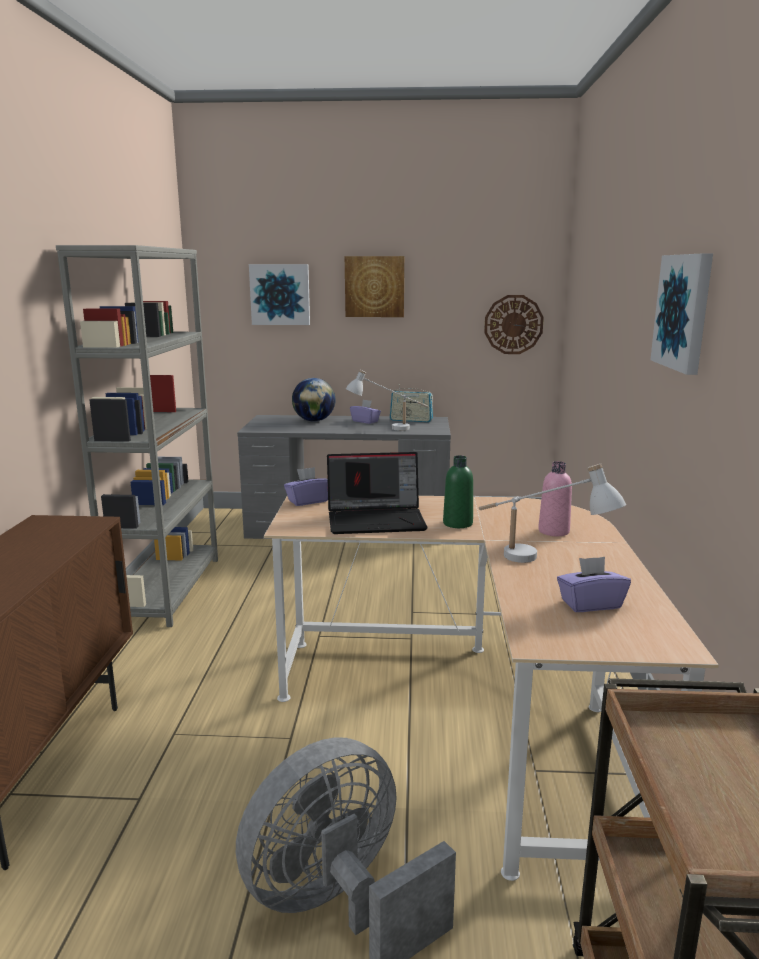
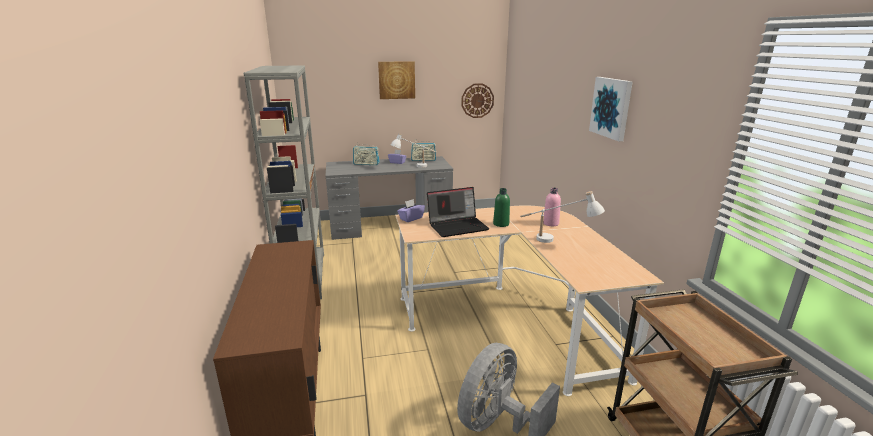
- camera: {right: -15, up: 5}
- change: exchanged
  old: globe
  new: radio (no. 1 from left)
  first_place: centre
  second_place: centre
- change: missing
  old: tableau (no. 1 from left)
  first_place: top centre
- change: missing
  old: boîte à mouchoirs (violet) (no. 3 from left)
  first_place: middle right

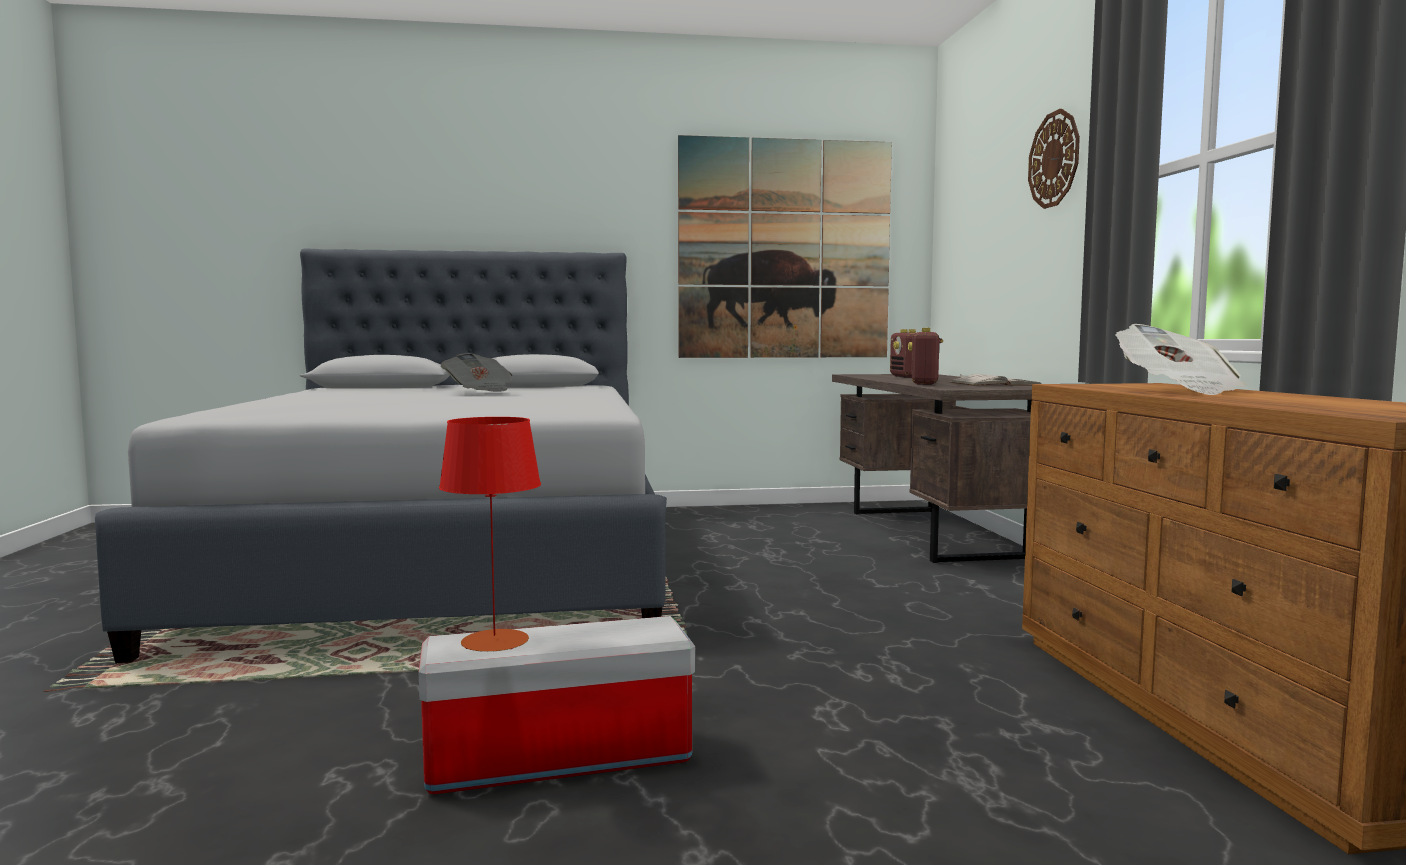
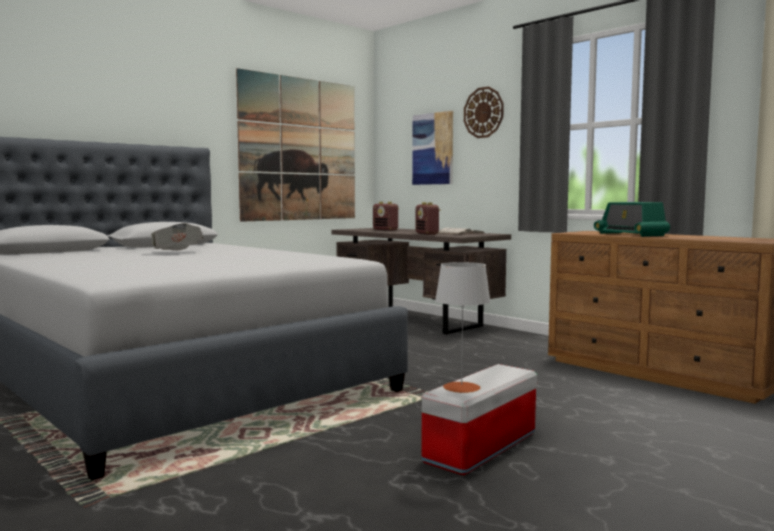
- camera: {right: -35, up: 0}
- change: appeared
  new: tableau (no. 2 from left)
  second_place: top centre
- change: colour
  old: lampe de table (rouge)
  new: lampe de table (gris)
  first_place: centre
  second_place: centre
- change: exchanged
  old: journal (no. 2 from left)
  new: radio (no. 3 from left)
  first_place: middle right
  second_place: middle right

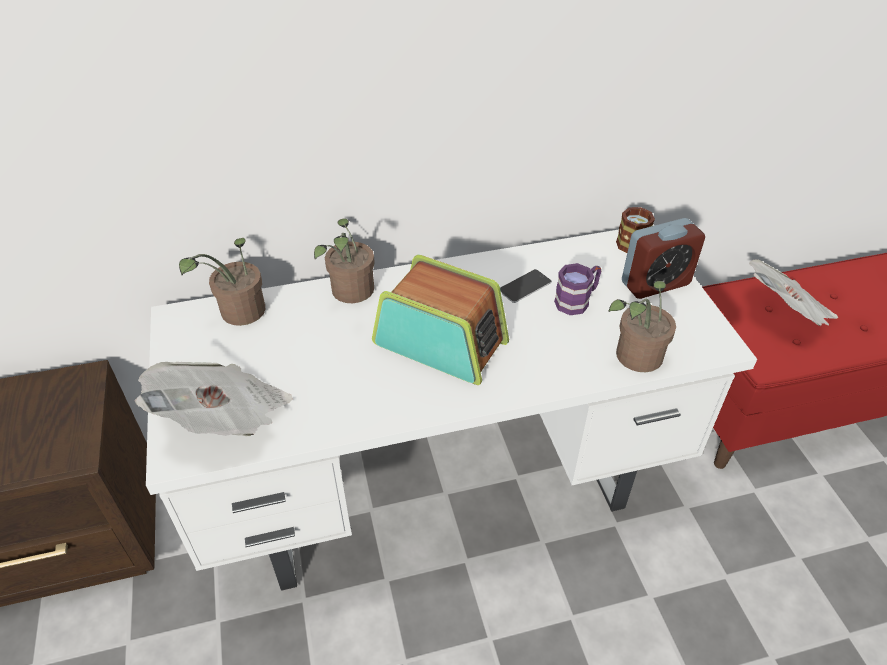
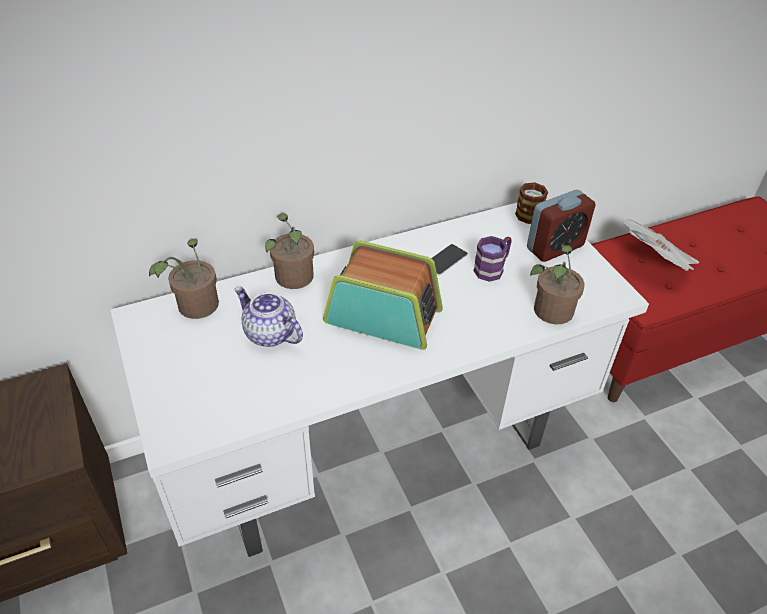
- camera: {right: -10, up: 0}
- change: appeared
  new: théière
  second_place: centre
- change: missing
  old: journal (no. 1 from left)
  first_place: middle left

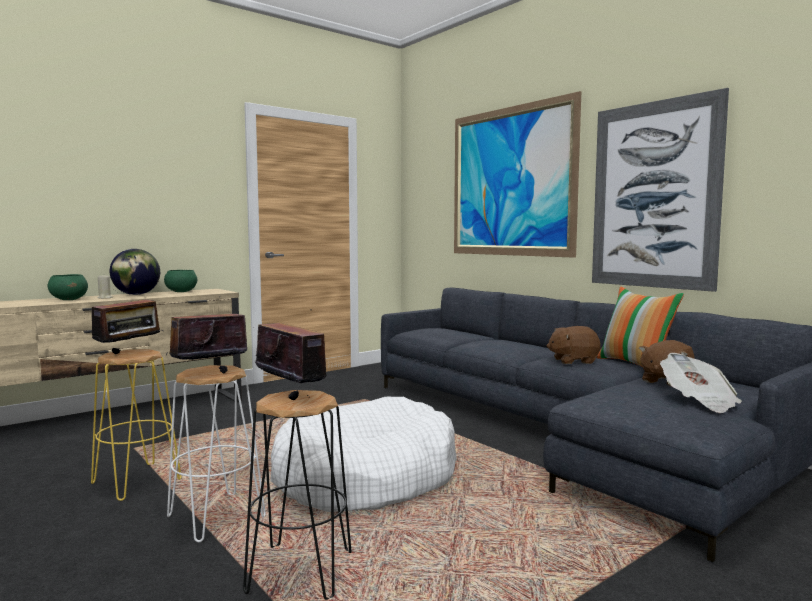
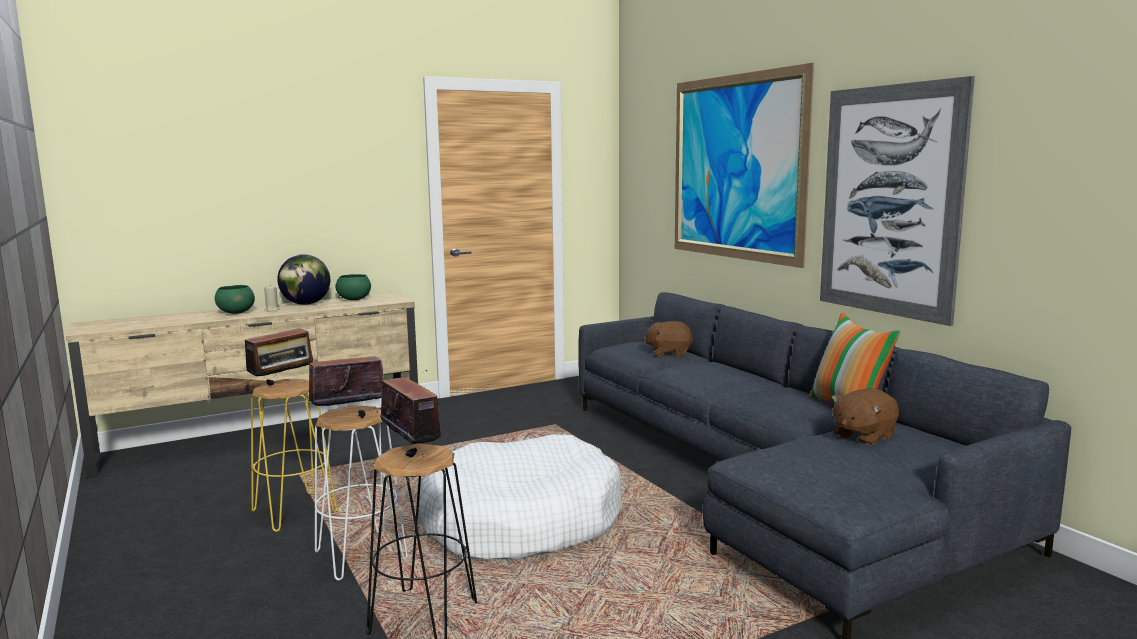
- camera: {right: 10, up: 5}
- change: relocated
  old: peluche (marron) (no. 1 from left)
  first_place: middle right
  second_place: centre
- change: missing
  old: journal
  first_place: middle right

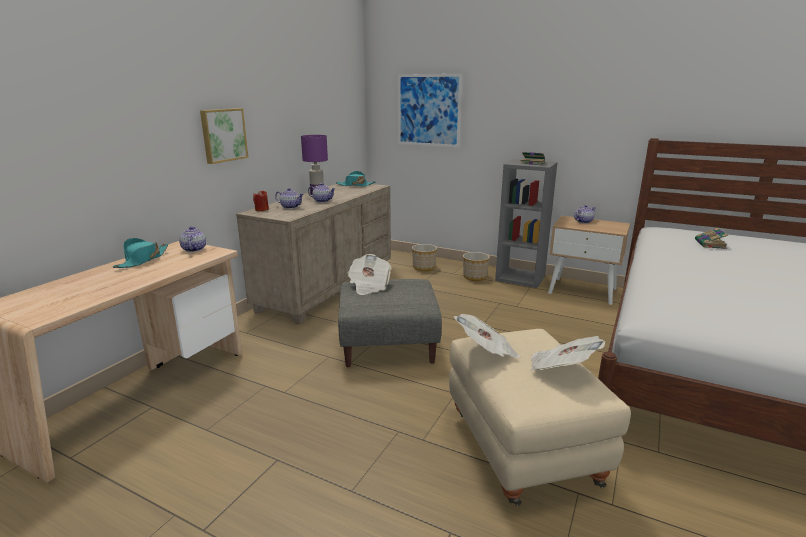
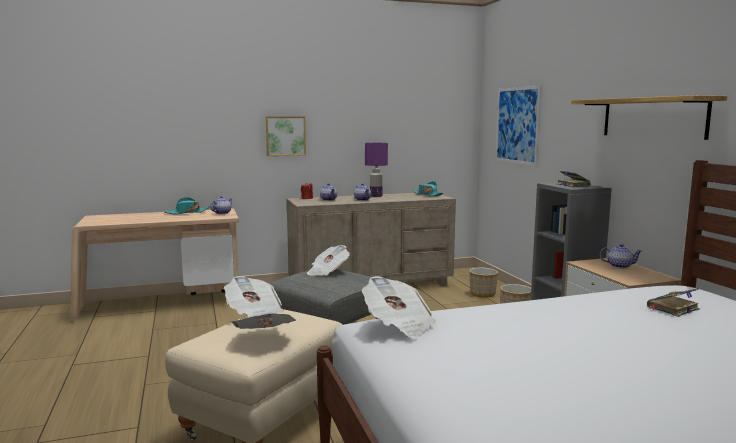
- camera: {right: 45, up: -10}
- change: appeared
  new: journal (no. 4 from left)
  second_place: bottom centre
- change: appeared
  new: étagère
  second_place: top right

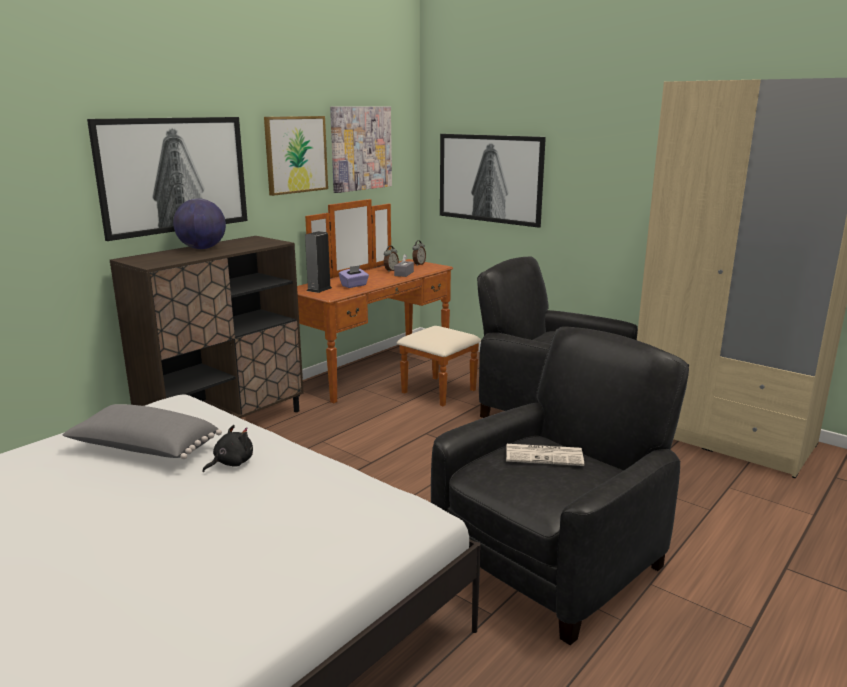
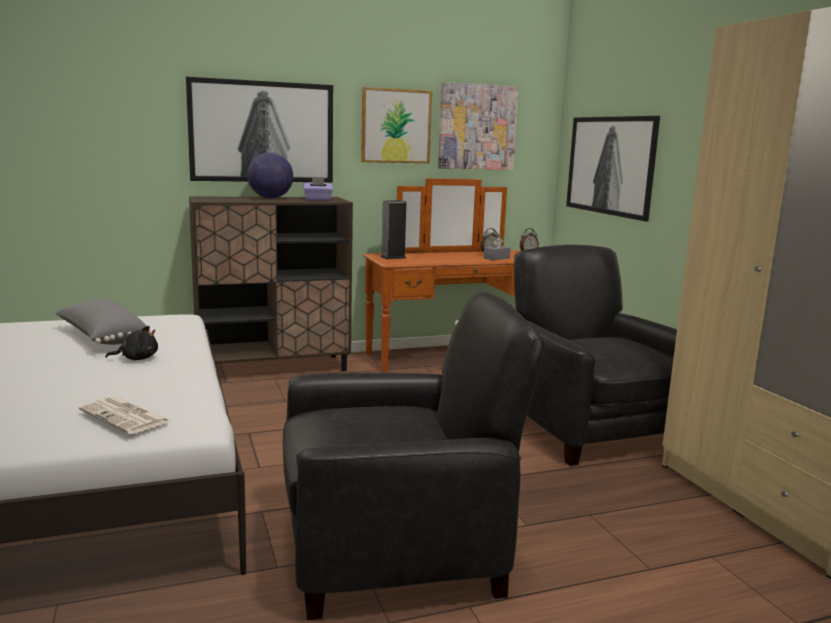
- camera: {right: 30, up: -5}
- change: relocated
  old: journal
  first_place: centre
  second_place: middle left
- change: relocated
  old: boîte à mouchoirs (violet)
  first_place: centre
  second_place: top centre

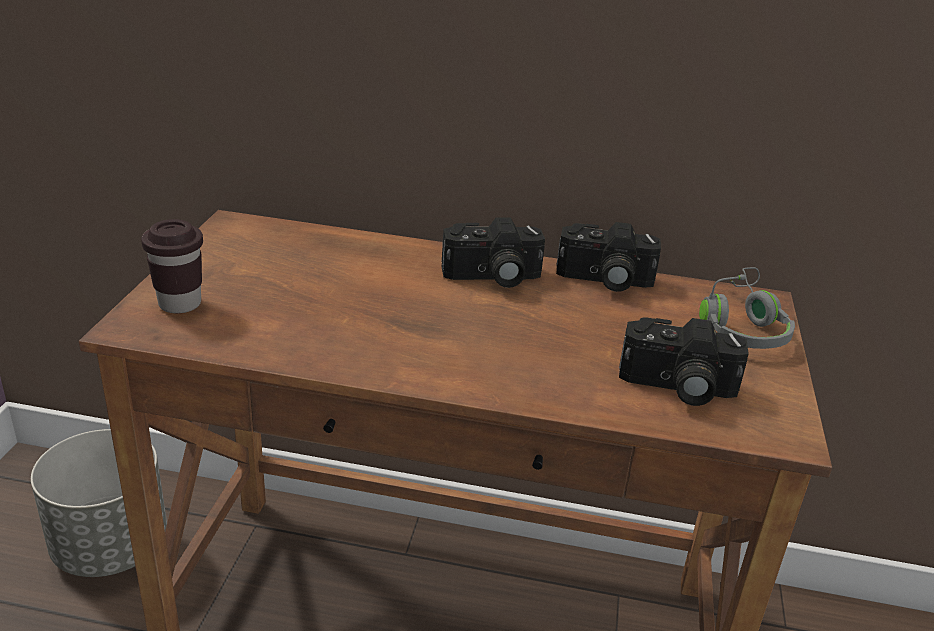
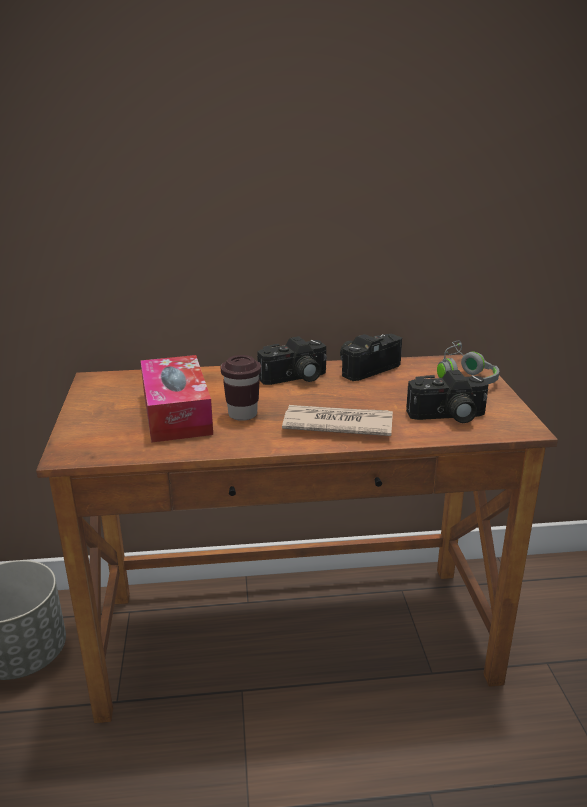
- camera: {right: -15, up: -5}
- change: appeared
  new: boîte à mouchoirs
  second_place: middle left
- change: relocated
  old: tasse (marron)
  first_place: middle left
  second_place: centre
- change: appeared
  new: journal
  second_place: centre
- change: spun
  old: appareil photo (no. 2 from left)
  first_place: centre
  second_place: centre
  degrees: 150

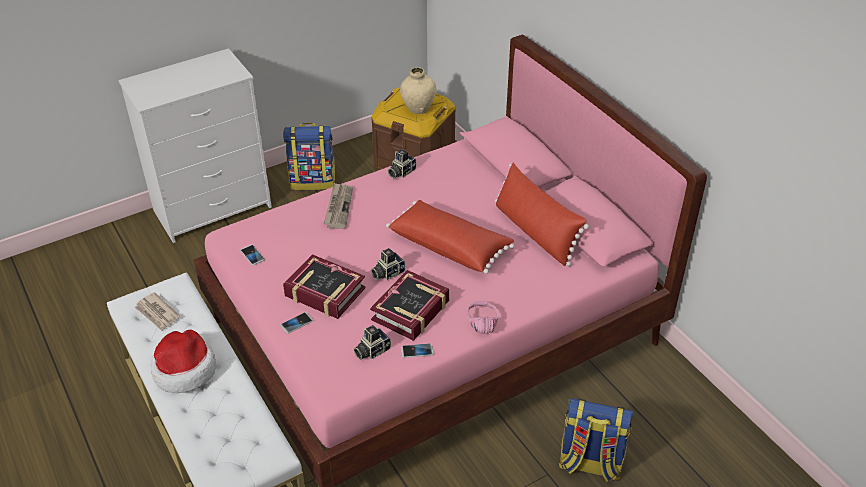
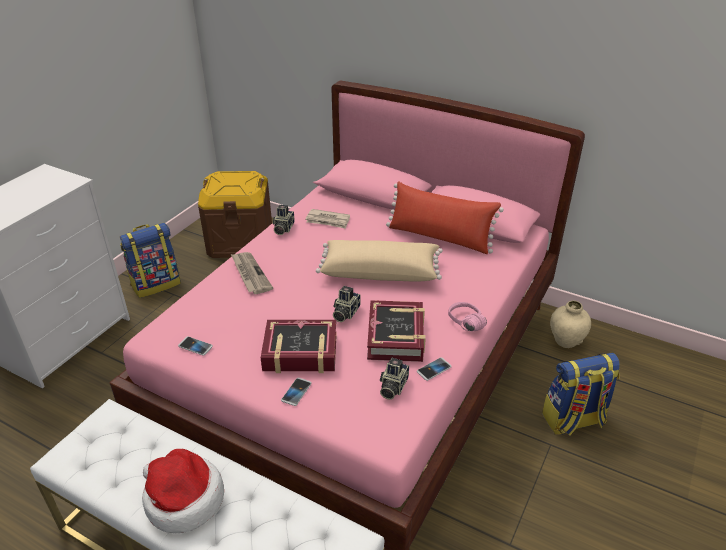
- camera: {right: -30, up: -5}
- change: relocated
  old: journal (no. 1 from left in the first image)
  new: journal (no. 2 from left)
  first_place: middle left
  second_place: centre
- change: colour
  old: coussin (rouge) (no. 1 from left)
  new: coussin (beige)
  first_place: centre
  second_place: centre
- change: relocated
  old: vase (beige)
  first_place: top centre
  second_place: middle right

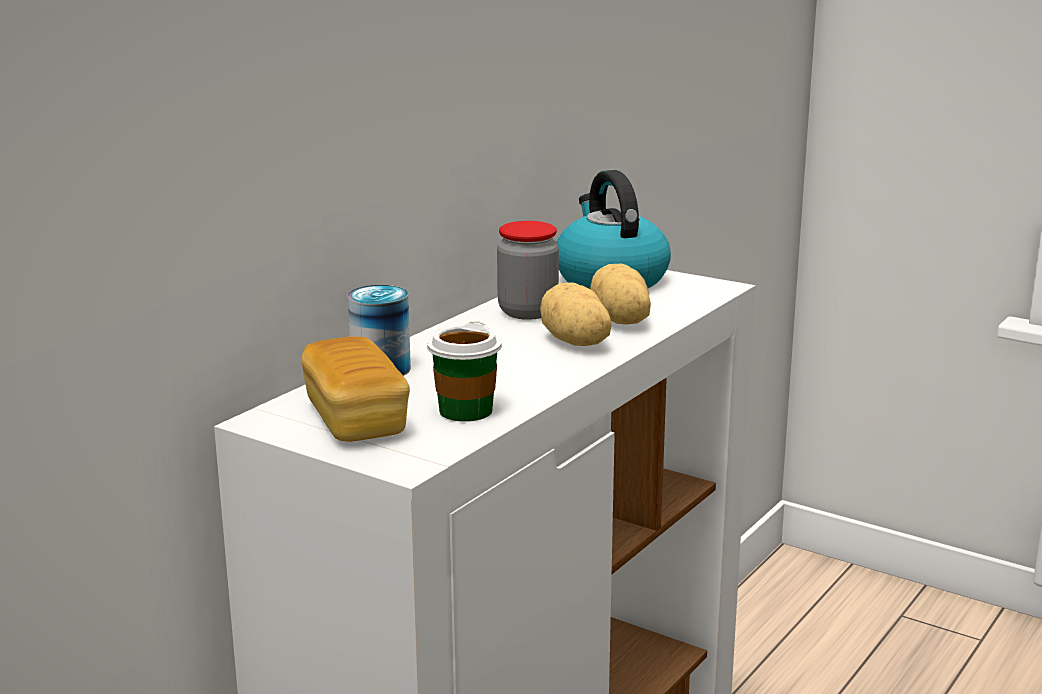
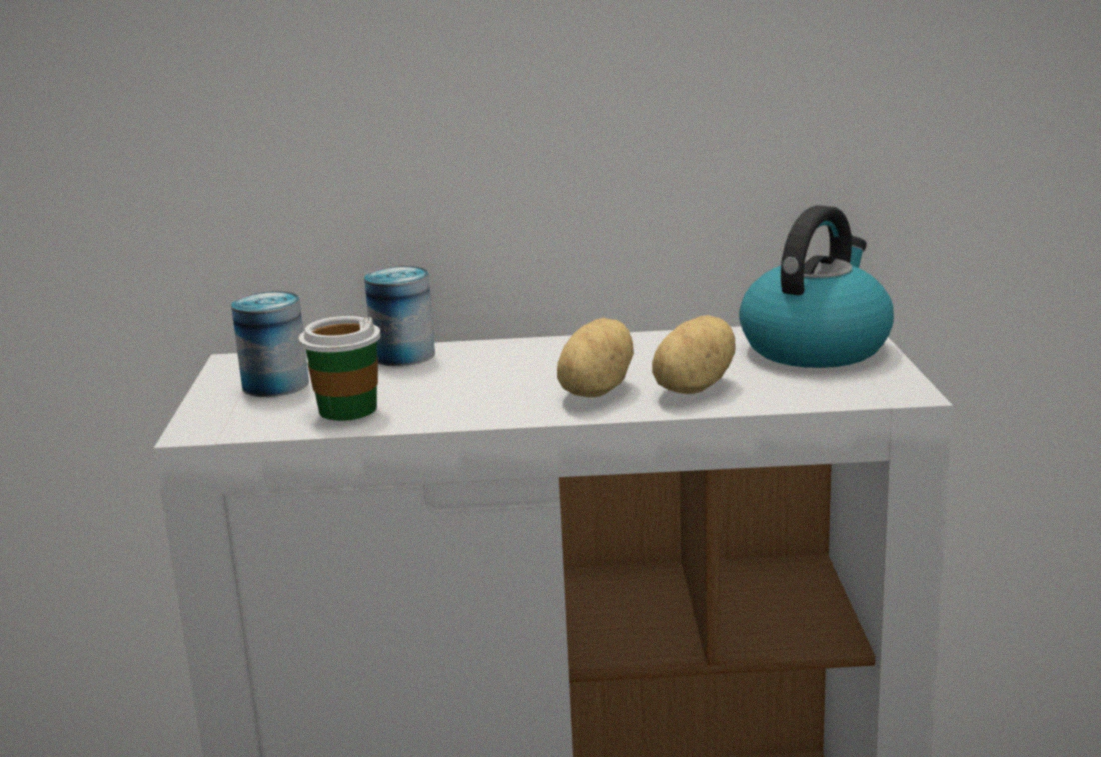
- camera: {right: 55, up: 0}
- change: exchanged
  old: pain
  new: boîte métallique (no. 1 from left)
  first_place: centre
  second_place: middle left
- change: missing
  old: bocal
  first_place: centre

